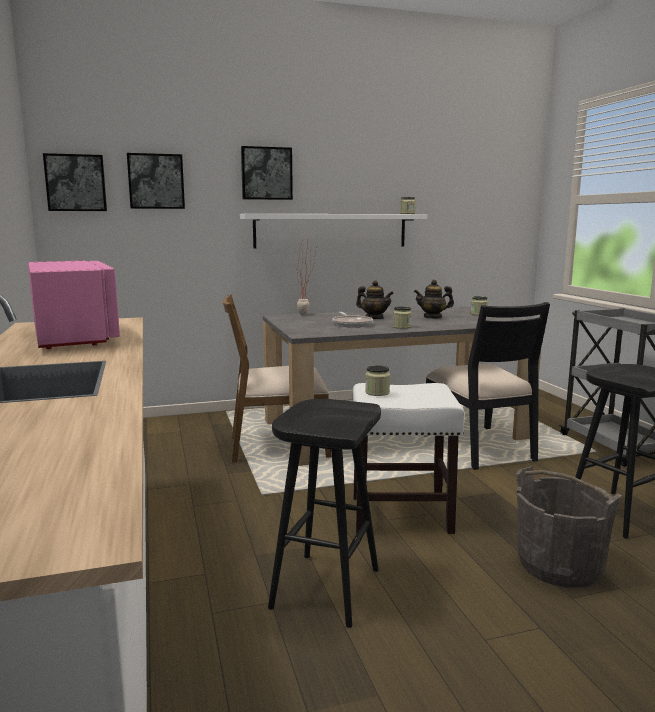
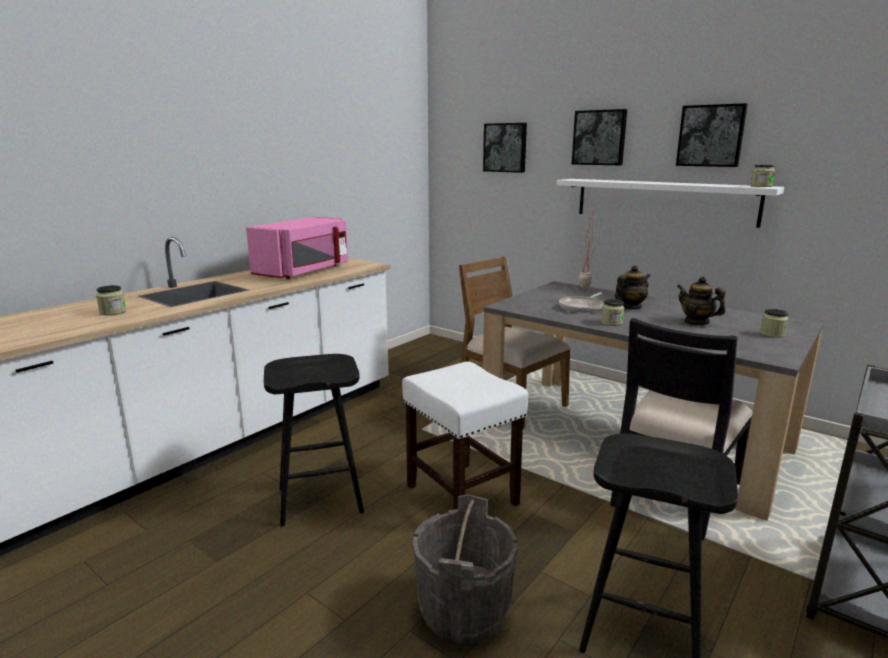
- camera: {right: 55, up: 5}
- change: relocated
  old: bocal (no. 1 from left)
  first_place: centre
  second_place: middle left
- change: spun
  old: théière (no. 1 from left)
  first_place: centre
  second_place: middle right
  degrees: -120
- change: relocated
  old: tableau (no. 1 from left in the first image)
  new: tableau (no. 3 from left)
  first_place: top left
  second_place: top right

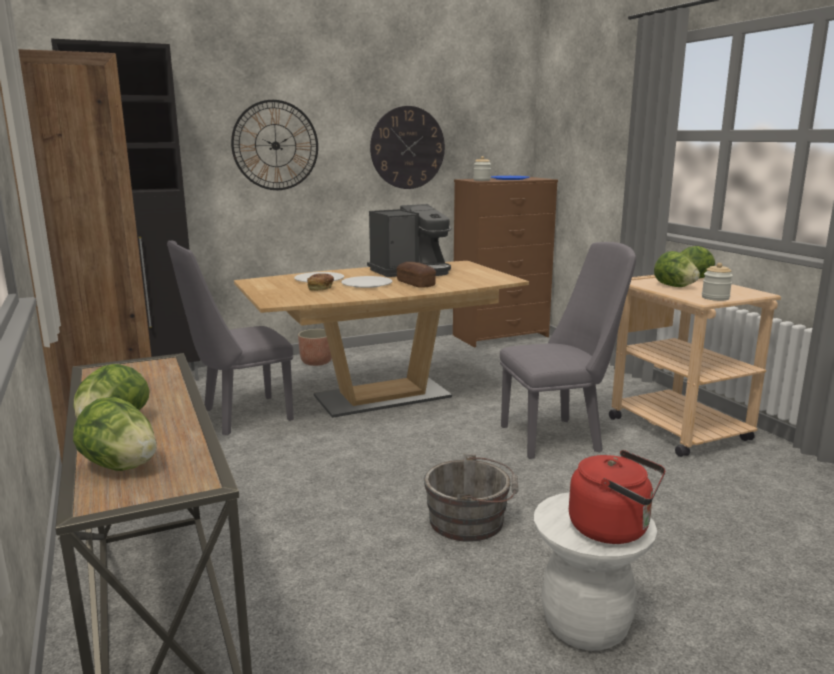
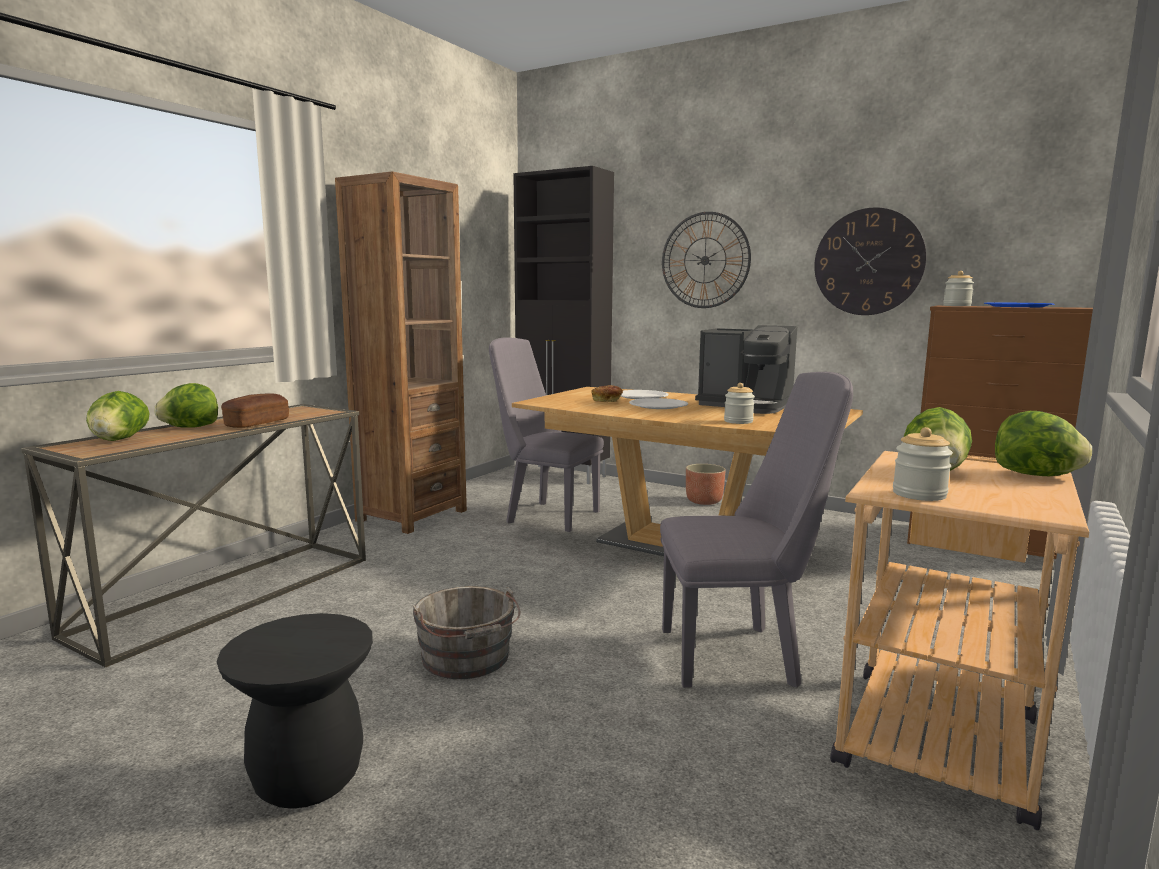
- camera: {right: 55, up: -5}
- change: colour
  old: tabouret (blanc)
  new: tabouret (noir)
  first_place: bottom right
  second_place: bottom left
- change: relocated
  old: pain (no. 2 from left in the first image)
  new: pain (no. 1 from left)
  first_place: centre
  second_place: middle left
- change: spun
  old: chaise (gris) (no. 2 from left)
  first_place: middle right
  second_place: centre
  degrees: -45
- change: appeared
  new: bocal (no. 1 from left)
  second_place: centre
- change: missing
  old: bouilloire (rouge)
  first_place: bottom right

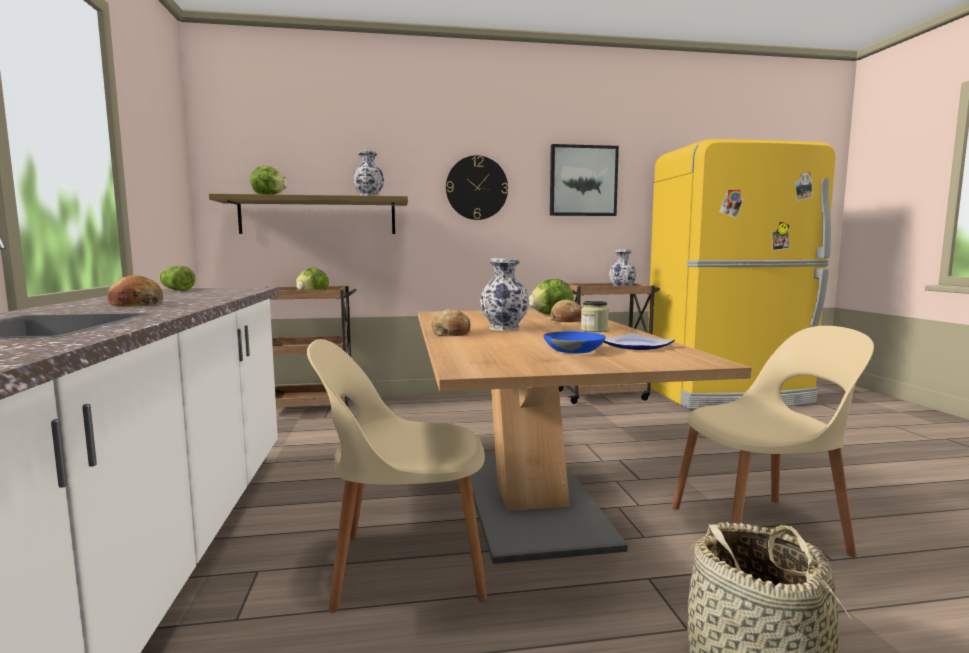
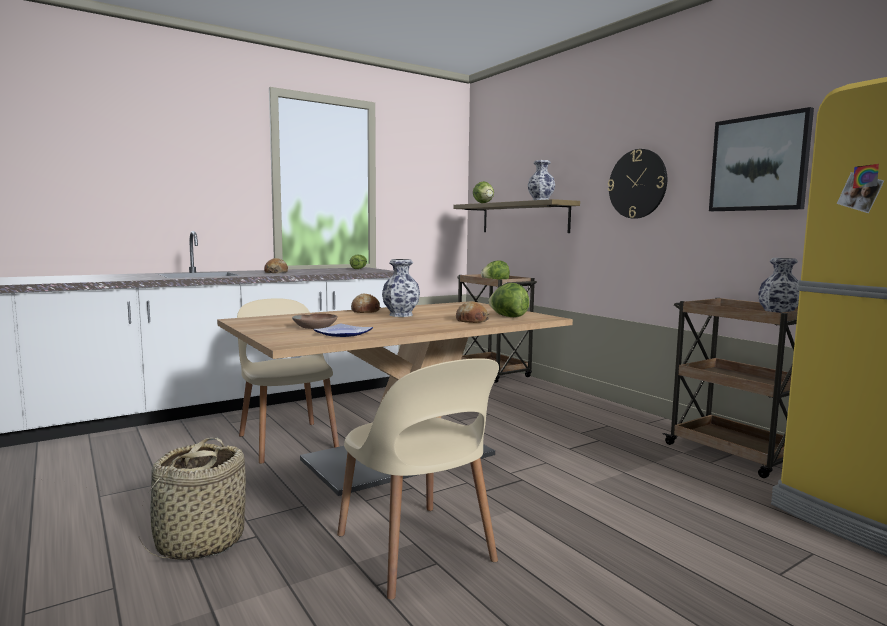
- camera: {right: 65, up: 0}
- change: colour
  old: bol (bleu)
  new: bol (marron)
  first_place: centre
  second_place: centre
- change: missing
  old: bocal
  first_place: centre

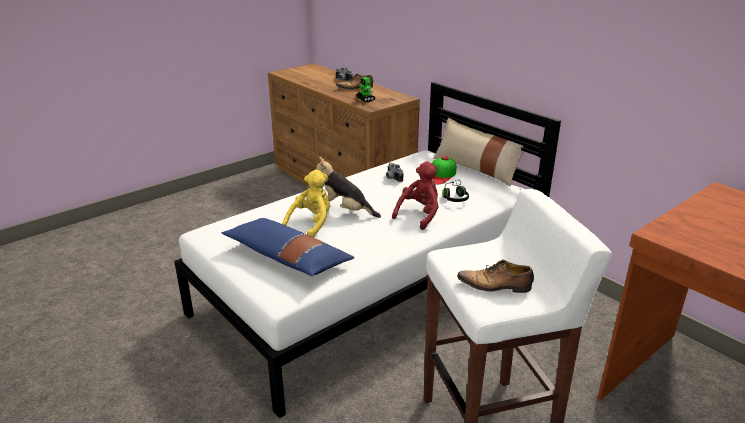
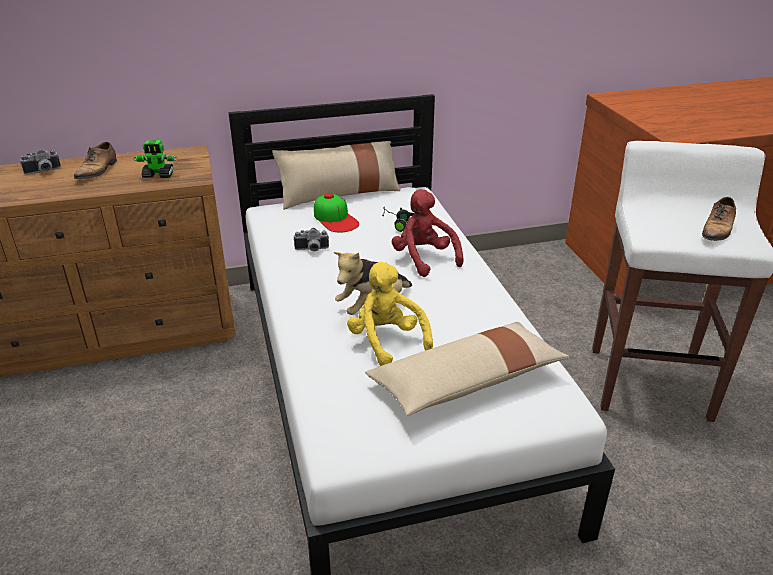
- camera: {right: -65, up: 5}
- change: colour
  old: coussin (bleu)
  new: coussin (beige) (no. 2 from left)
  first_place: centre
  second_place: centre

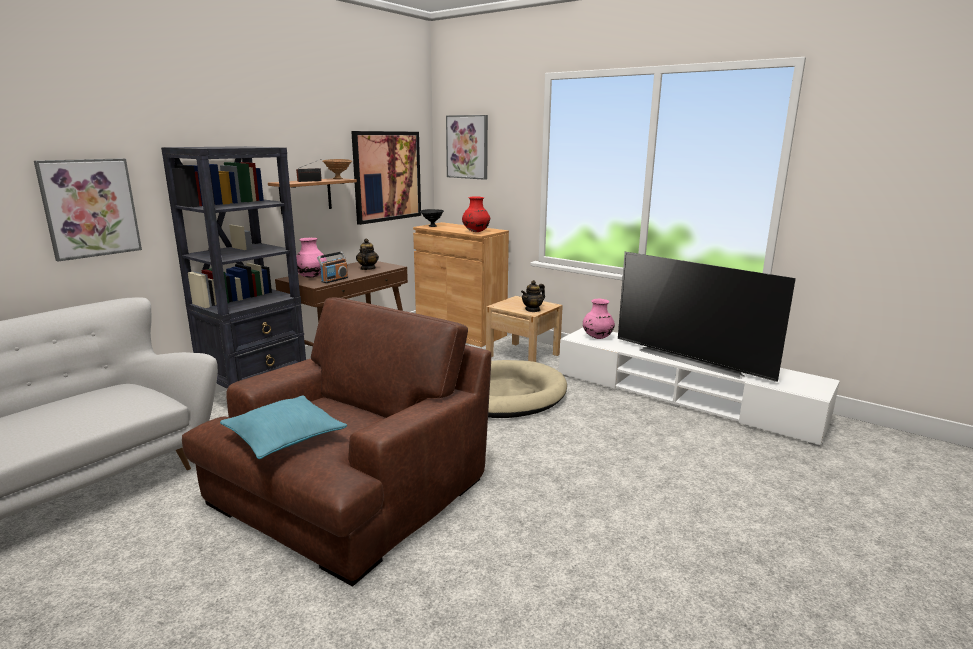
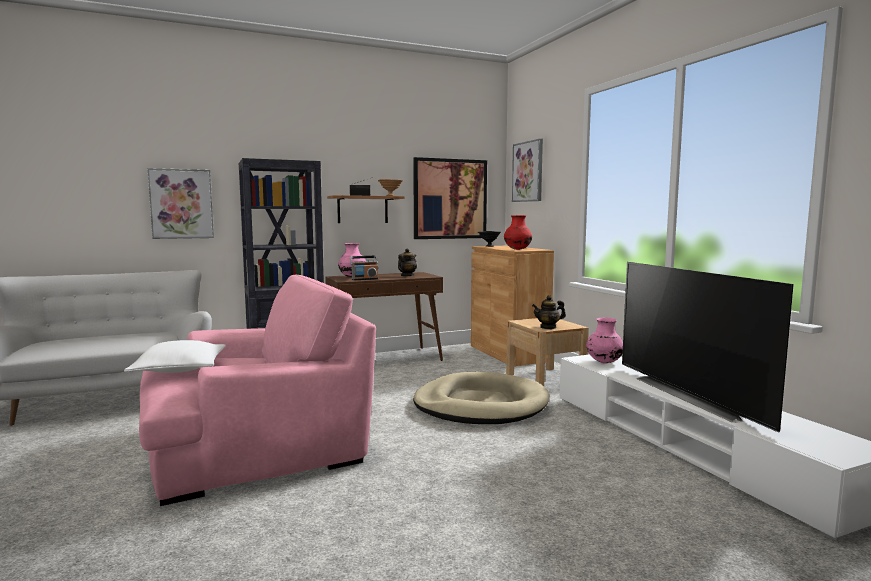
- camera: {right: 30, up: -10}
- change: colour
  old: coussin (turquoise)
  new: coussin (blanc)
  first_place: middle left
  second_place: middle left
- change: colour
  old: fauteuil (marron)
  new: fauteuil (rose)
  first_place: bottom centre
  second_place: bottom left

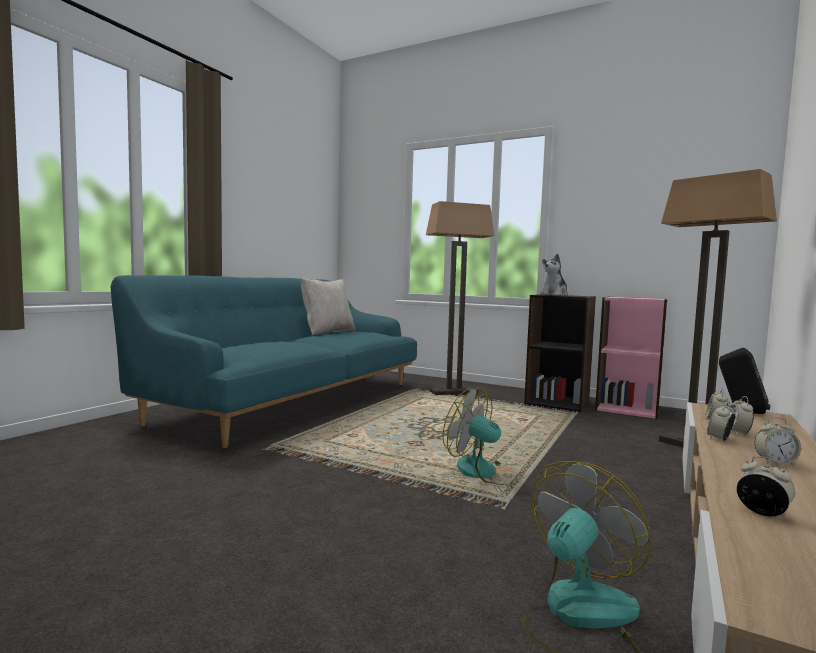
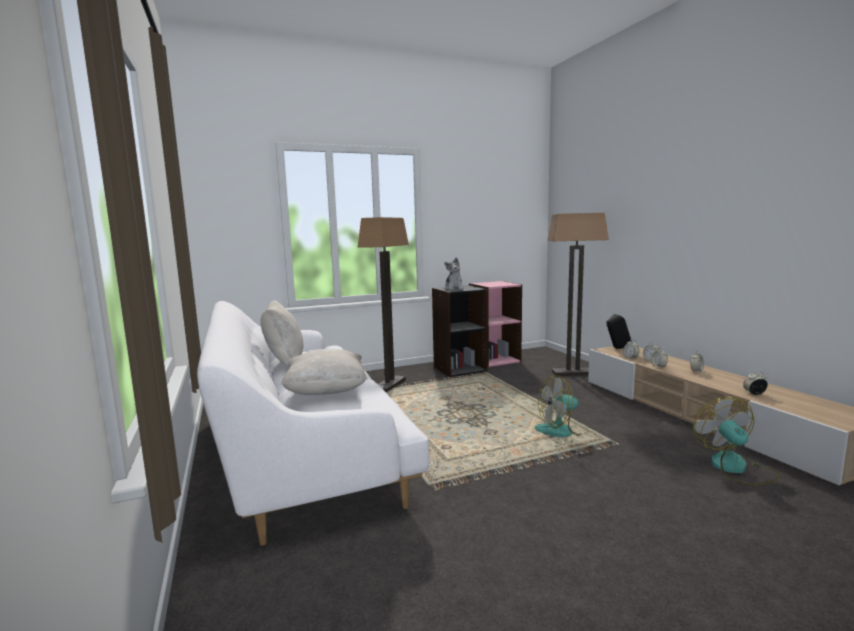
- camera: {right: -50, up: 5}
- change: colour
  old: canapé (turquoise)
  new: canapé (blanc)
  first_place: middle left
  second_place: bottom centre
- change: appeared
  new: coussin (beige) (no. 2 from left)
  second_place: centre

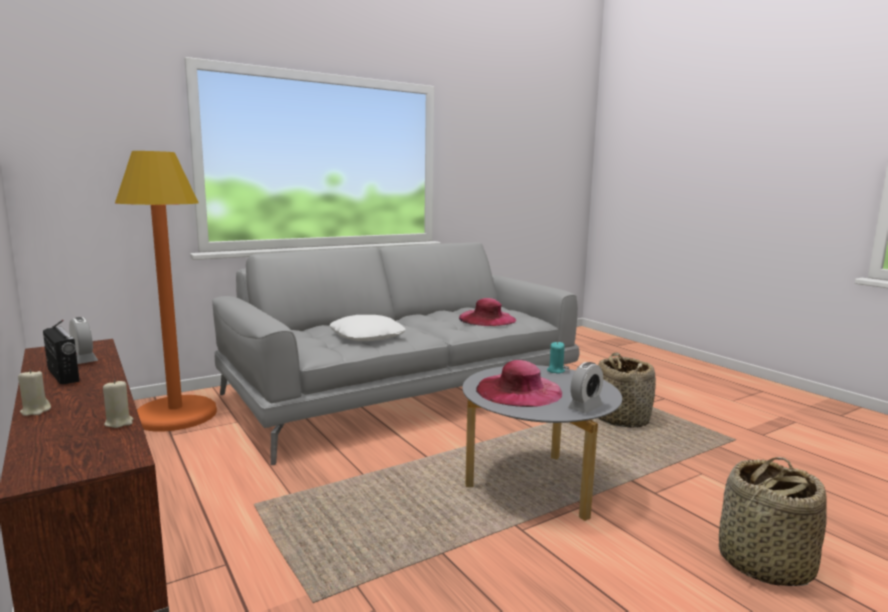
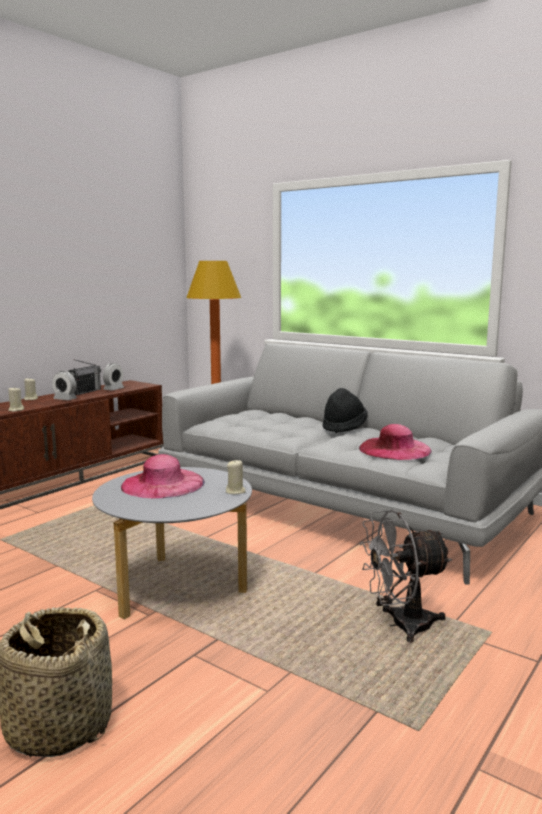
- camera: {right: 70, up: 0}
- change: relocated
  old: réveil (no. 2 from left in the first image)
  new: réveil (no. 1 from left)
  first_place: centre
  second_place: middle left
- change: colour
  old: bougie (turquoise)
  new: bougie (beige) (no. 3 from left)
  first_place: centre
  second_place: centre
- change: appeared
  new: chapeau (noir)
  second_place: centre
- change: exchanged
  old: panier (no. 1 from left)
  new: ventilateur (gris)
  first_place: middle right
  second_place: bottom right
- change: missing
  old: coussin (blanc)
  first_place: centre

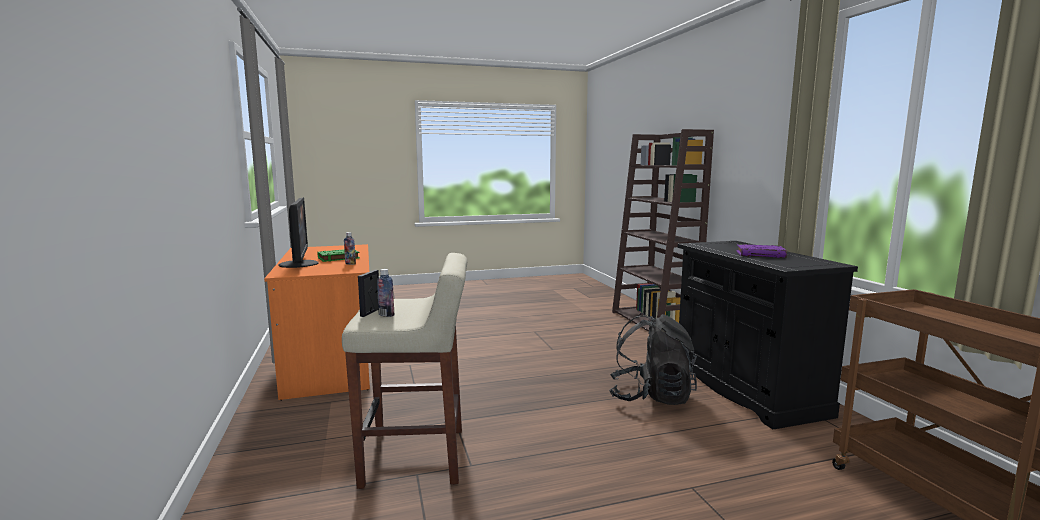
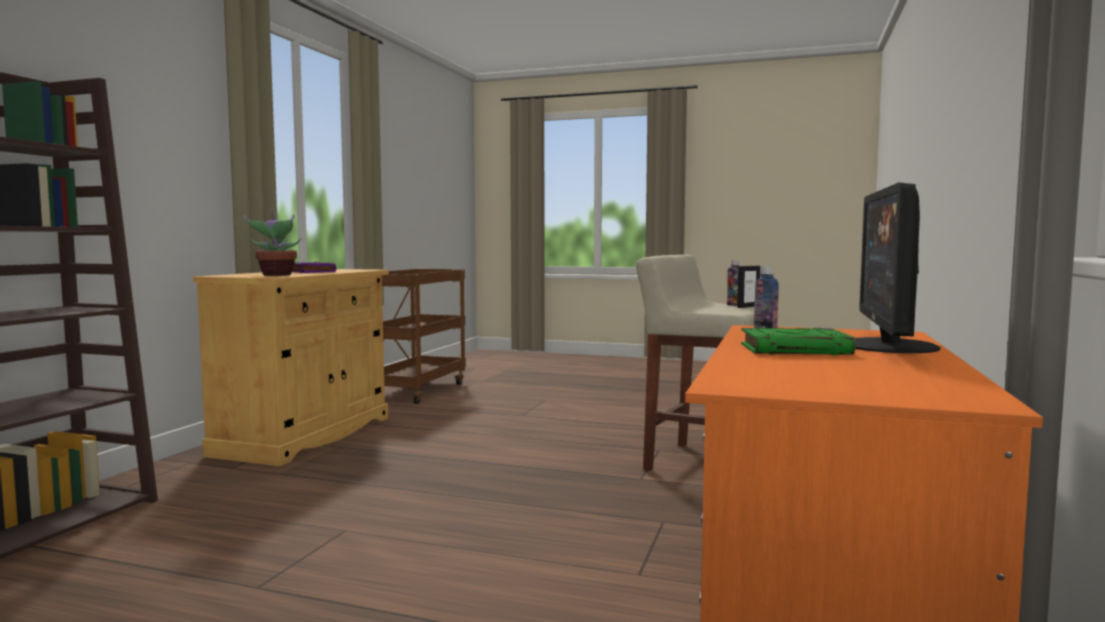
- camera: {right: -145, up: -5}
- change: colour
  old: meuble de rangement (noir)
  new: meuble de rangement (beige)
  first_place: middle right
  second_place: middle left
- change: appeared
  new: plante en pot
  second_place: middle left
- change: missing
  old: sac à dos (noir)
  first_place: bottom centre

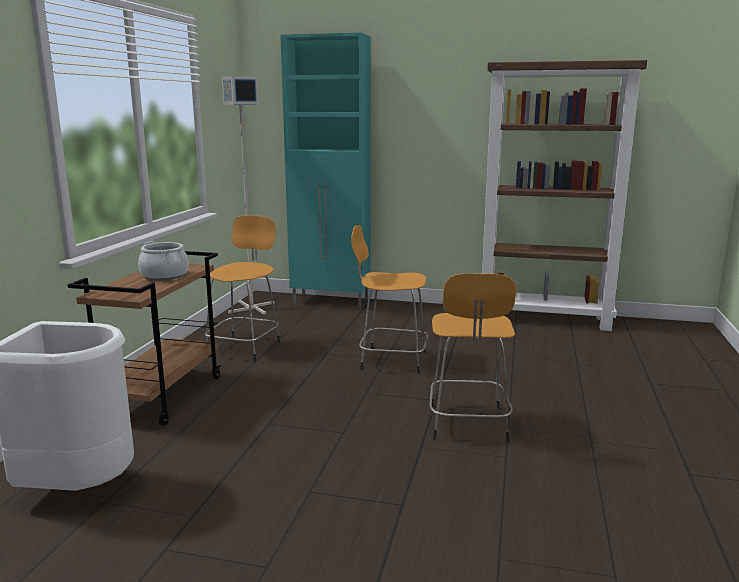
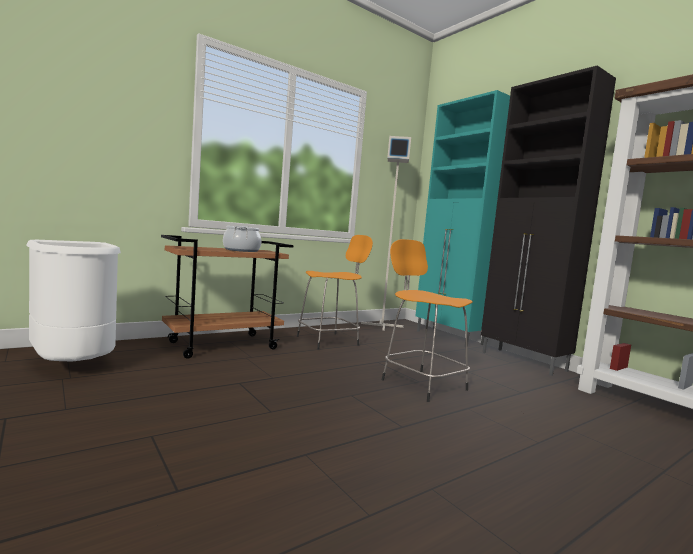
- camera: {right: 40, up: -10}
- change: appeared
  new: meuble de rangement (noir)
  second_place: middle right
- change: missing
  old: tabouret (orange) (no. 3 from left)
  first_place: centre

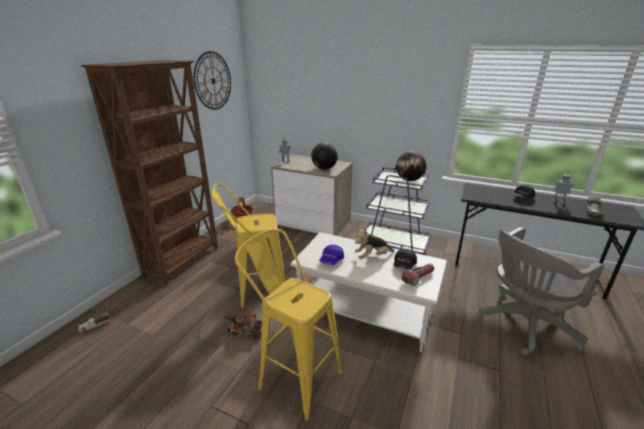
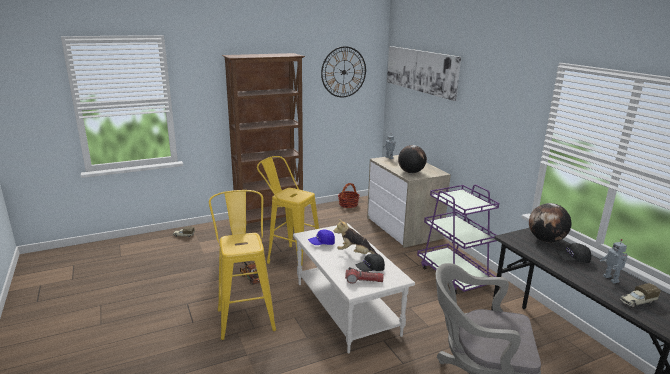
- camera: {right: 40, up: -5}
- change: appeared
  new: tableau
  second_place: top centre
- change: relocated
  old: globe (no. 2 from left)
  first_place: centre
  second_place: middle right

